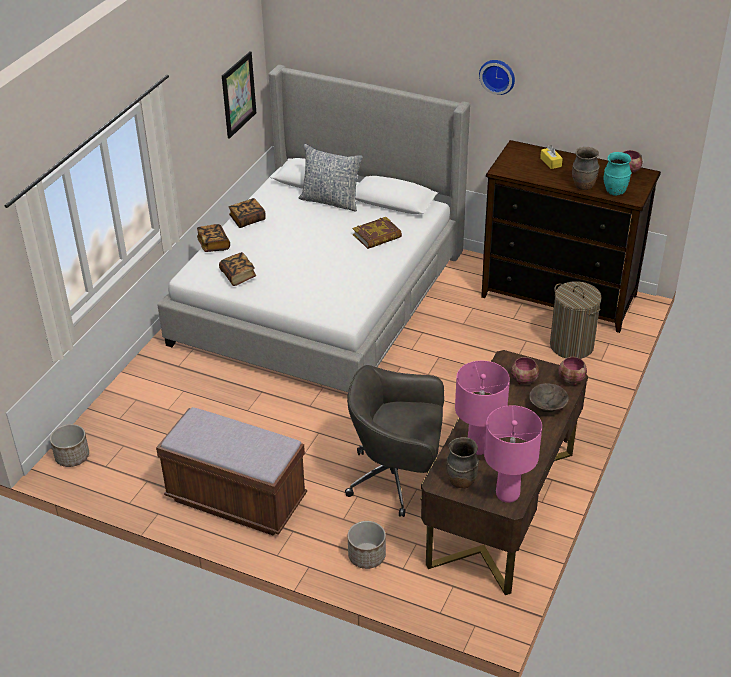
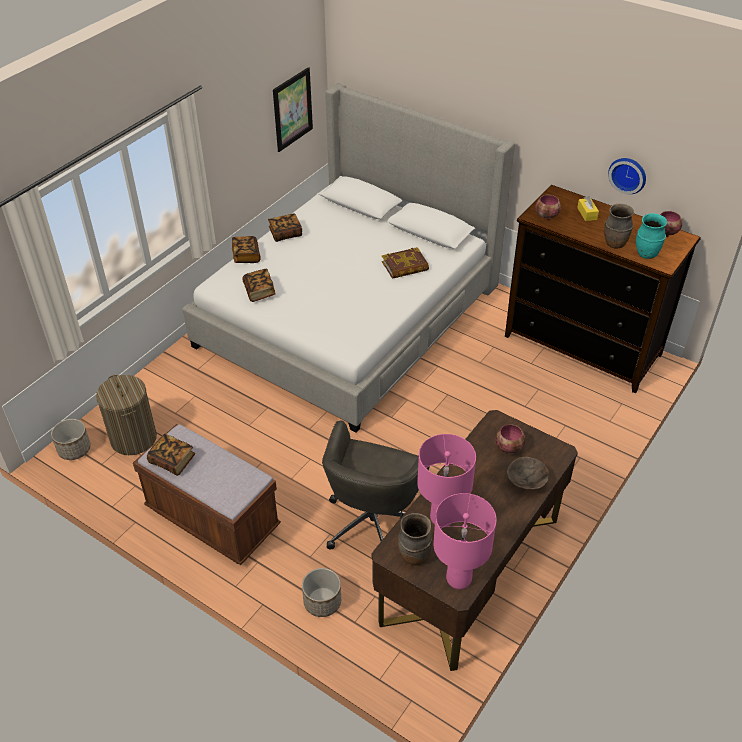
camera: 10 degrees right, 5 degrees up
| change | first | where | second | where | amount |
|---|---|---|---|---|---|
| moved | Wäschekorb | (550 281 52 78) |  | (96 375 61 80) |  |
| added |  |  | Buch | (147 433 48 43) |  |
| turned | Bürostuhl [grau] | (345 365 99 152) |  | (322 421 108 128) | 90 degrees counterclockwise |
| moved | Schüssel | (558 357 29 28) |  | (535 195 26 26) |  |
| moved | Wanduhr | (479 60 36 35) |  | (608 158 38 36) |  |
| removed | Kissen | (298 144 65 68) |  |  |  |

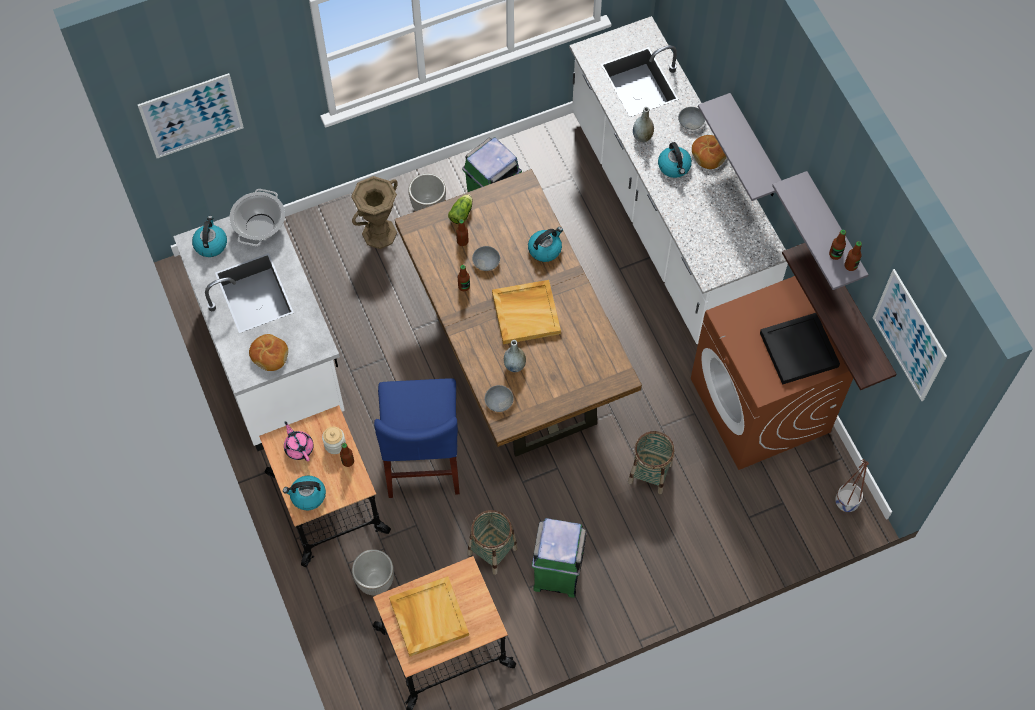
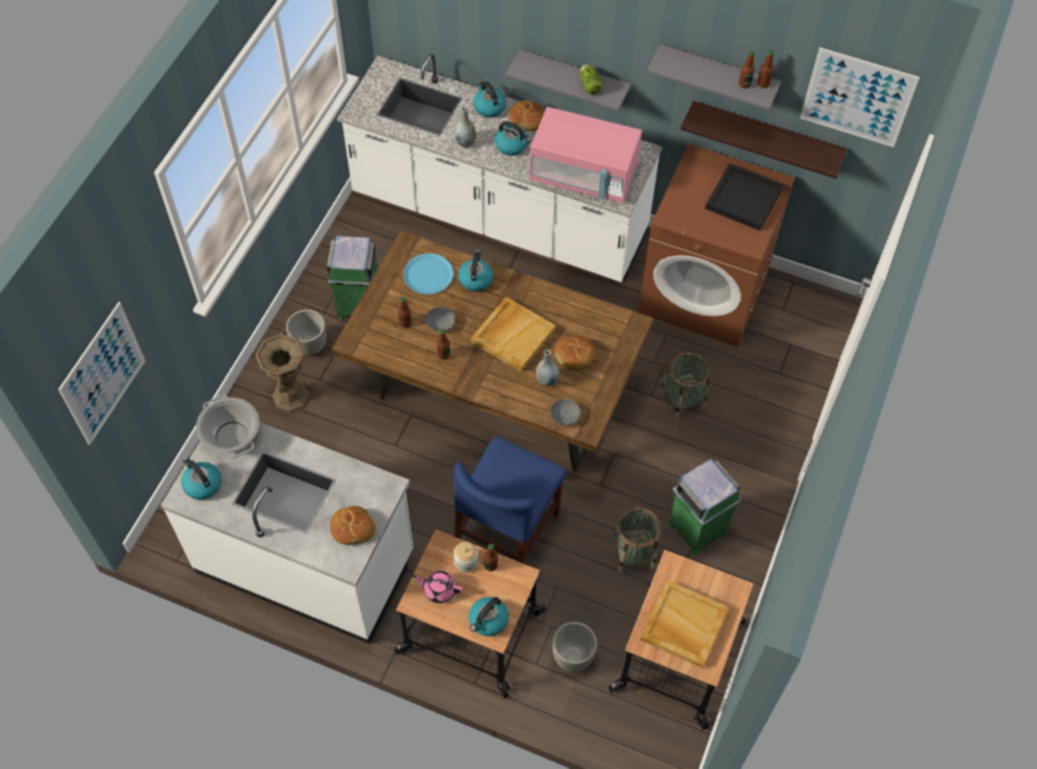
camera: 45 degrees left, 5 degrees down
| change | first | where | second | where | amount |
|---|---|---|---|---|---|
| added |  |  | Teller [blau] | (403 253 51 41) |  |
| turned | Stuhl [blau] | (374 378 86 120) |  | (454 437 113 127) | 75 degrees clockwise |
| replaced | Schüssel [grau] | (678 107 27 23) | Wasserkessel | (473 81 33 37) |  |
| added |  |  | Mikrowelle [rosa] | (529 107 113 96) |  |
| added |  |  | Brot | (554 336 41 34) |  |
| moved | Salatkopf | (448 194 25 30) |  | (580 65 23 30) |  |
| removed | Pflanzkübel | (835 459 34 53) |  |  |  |

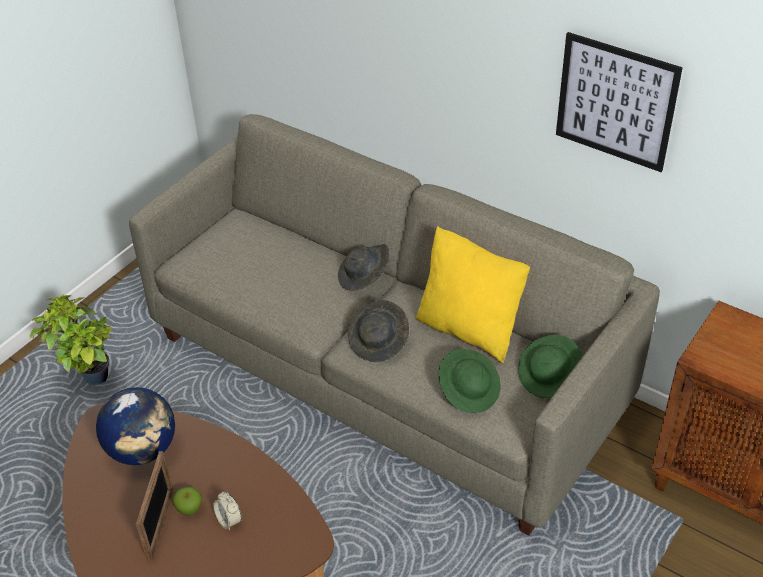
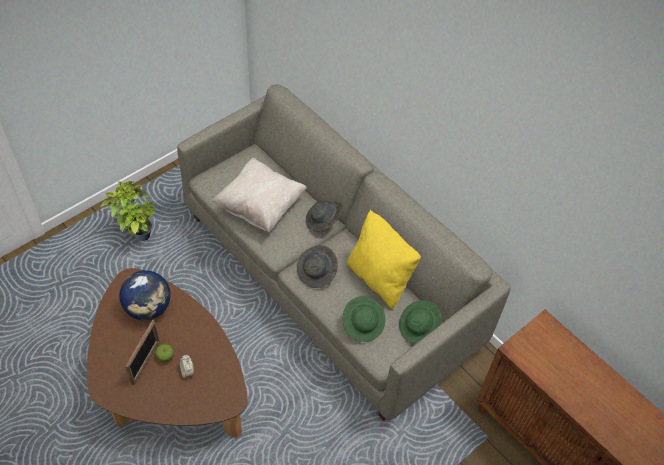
camera: 10 degrees right, 10 degrees up
| change | first | where | second | where | amount |
|---|---|---|---|---|---|
| added |  |  | Kissen [beige] | (211 158 96 74) |  |
| removed | Bild | (556 32 127 140) |  |  |  |

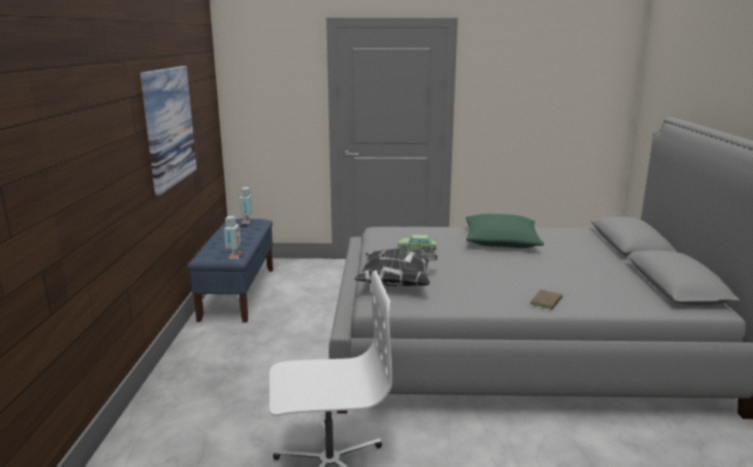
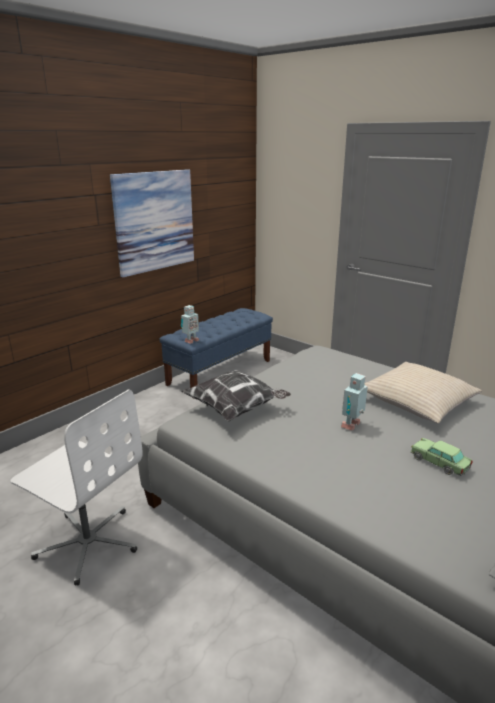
camera: 40 degrees right, 5 degrees up
| change | first | where | second | where | amount |
|---|---|---|---|---|---|
| moved | Spielzeugroboter | (239 187 14 37) |  | (341 373 27 58) |  |
| recoloured | Kissen [grün] | (466 214 78 34) | Kissen [beige] | (364 362 118 62) |  |
| moved | Spielzeugauto | (397 234 40 19) |  | (411 438 62 38) |  |
| removed | Buch [braun] | (530 289 40 20) |  |  |  |

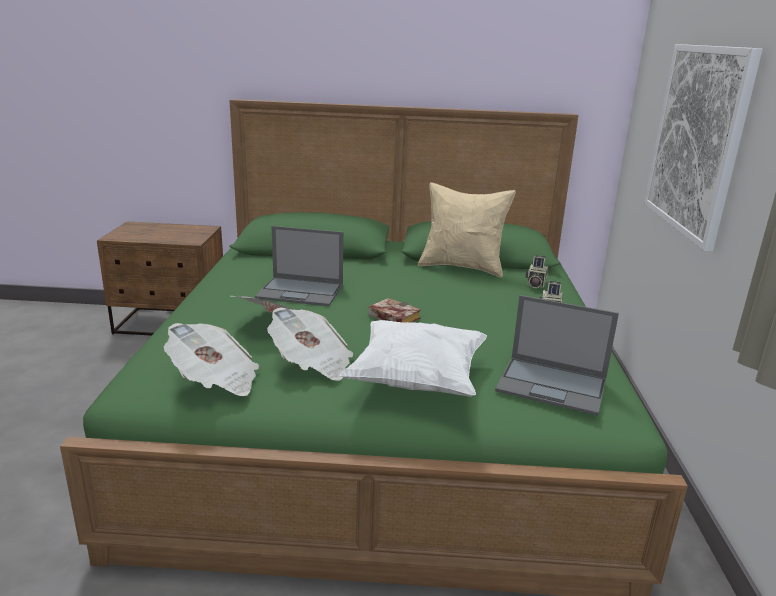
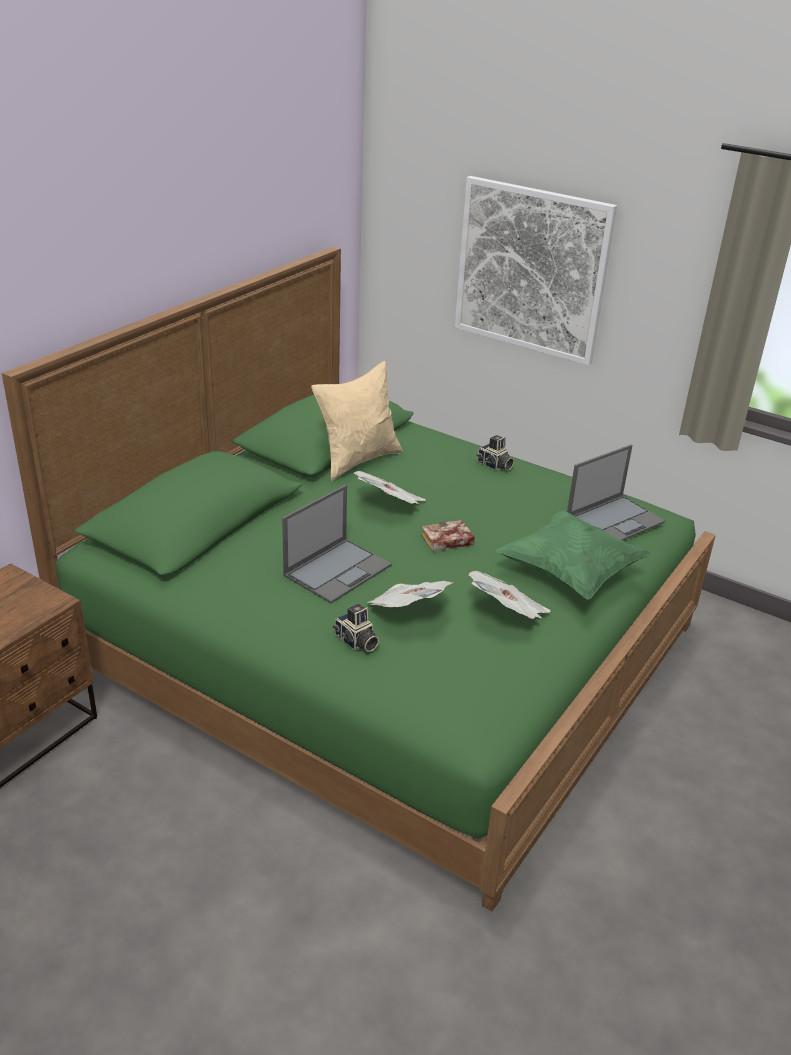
camera: 60 degrees left, 10 degrees up
| change | first | where | second | where | amount |
|---|---|---|---|---|---|
| moved | Kamera | (525 255 23 33) |  | (333 603 46 49) |  |
| moved | Zeitung | (164 323 95 73) |  | (354 471 72 33) |  |
| recoloured | Kissen [weiß] | (340 320 147 77) | Kissen [grün] | (496 510 155 90) |  |

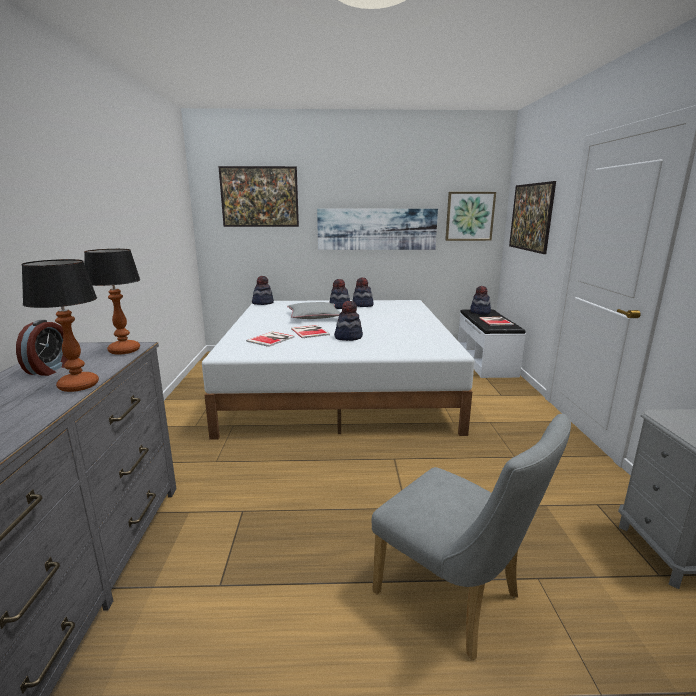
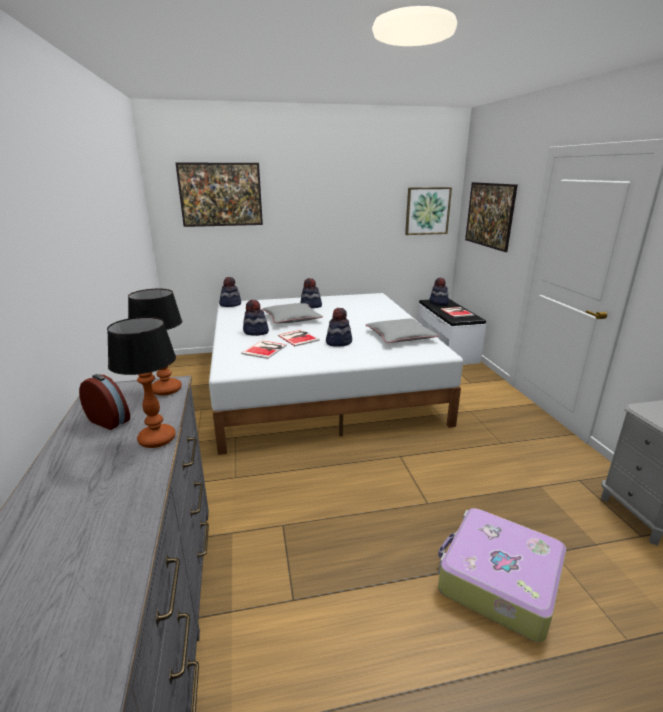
camera: 10 degrees left, 5 degrees up
| change | first | where | second | where | amount |
|---|---|---|---|---|---|
| turned | Wecker | (16 320 52 56) |  | (79 374 51 56) | 60 degrees counterclockwise |
| moved | Hut | (353 278 21 29) |  | (243 300 26 36) |  |
| added |  |  | Kissen [grau] | (366 319 73 24) |  |
| replaced | Stuhl [grau] | (372 414 199 247) | Koffer | (438 508 128 134) |  |
| removed | Bild | (317 209 121 41) |  |  |  |

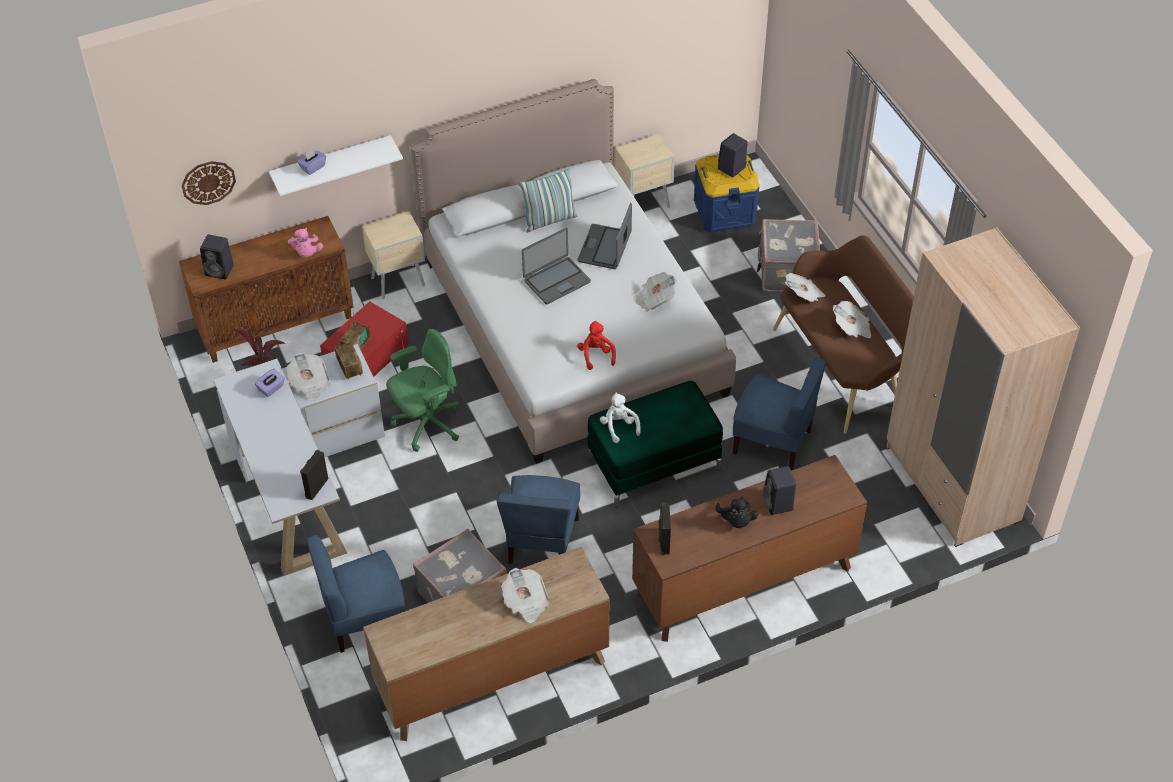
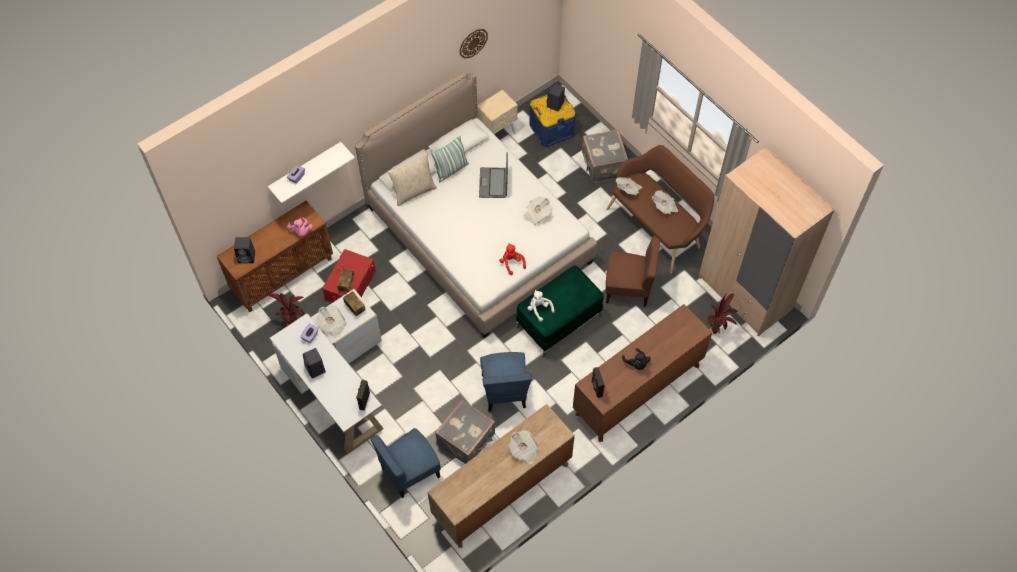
camera: 15 degrees left, 10 degrees up
| change | first | where | second | where | amount |
|---|---|---|---|---|---|
| moved | Lautsprecher [schwarz] | (763 466 33 49) |  | (303 348 23 30) |  |
| added |  |  | Kissen [beige] | (388 153 49 53) |  |
| moved | Wanduhr | (181 161 55 44) |  | (460 29 28 30) |  |
| recoloured | Stuhl [blau] | (733 357 93 113) | Stuhl [braun] | (606 237 54 70) |  |
| added |  |  | Topfpflanze | (707 294 32 41) |  |
| removed | Nachttisch [beige] | (362 211 63 89) |  |  |  |
| removed | Bürostuhl [grün] | (386 329 73 123) |  |  |  |
| removed | Laptop | (522 227 69 77) |  |  |  |

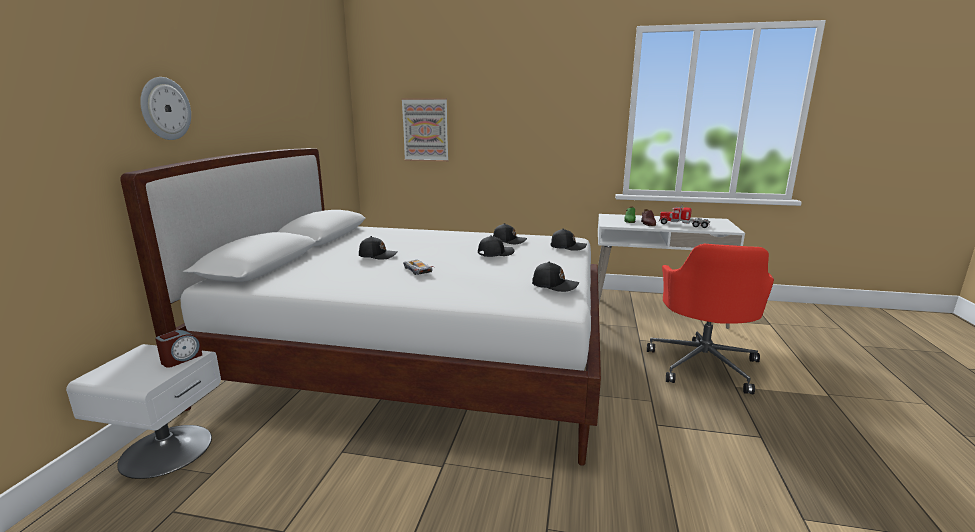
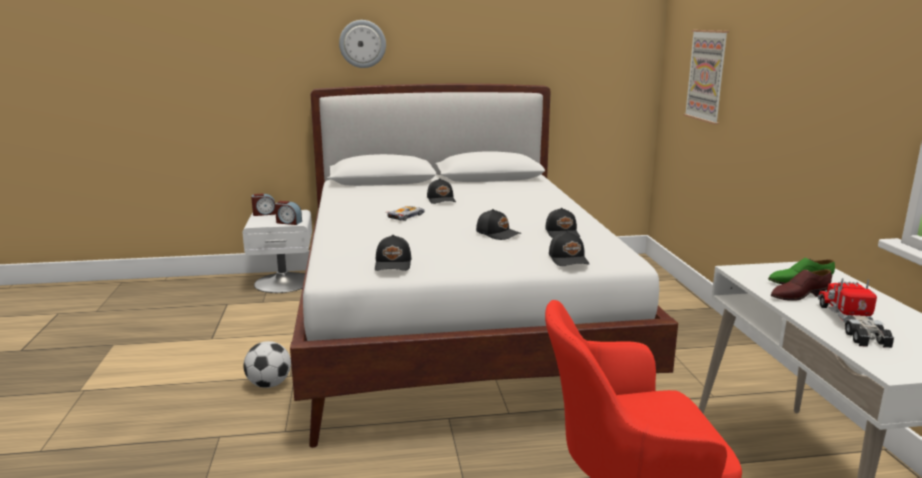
camera: 70 degrees right, 0 degrees up
| change | first | where | second | where | amount |
|---|---|---|---|---|---|
| added |  |  | Fußball | (243 341 48 47) |  |
| added |  |  | Wecker | (251 194 25 22) |  |

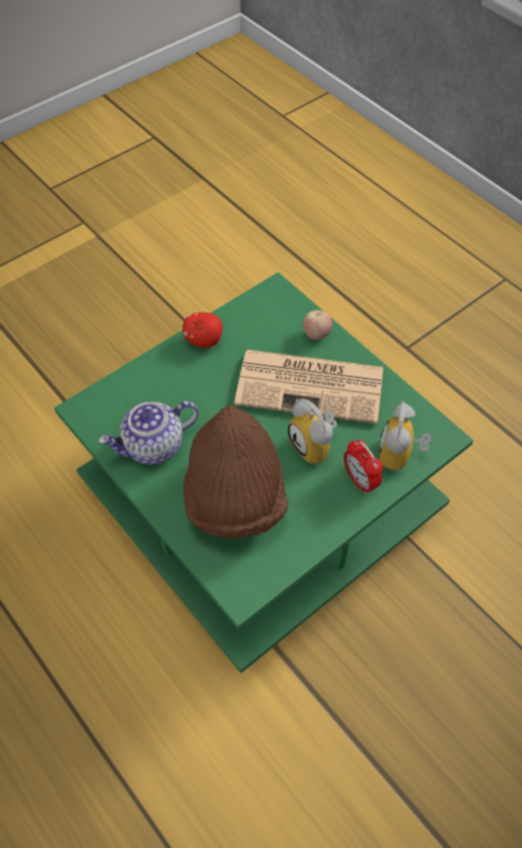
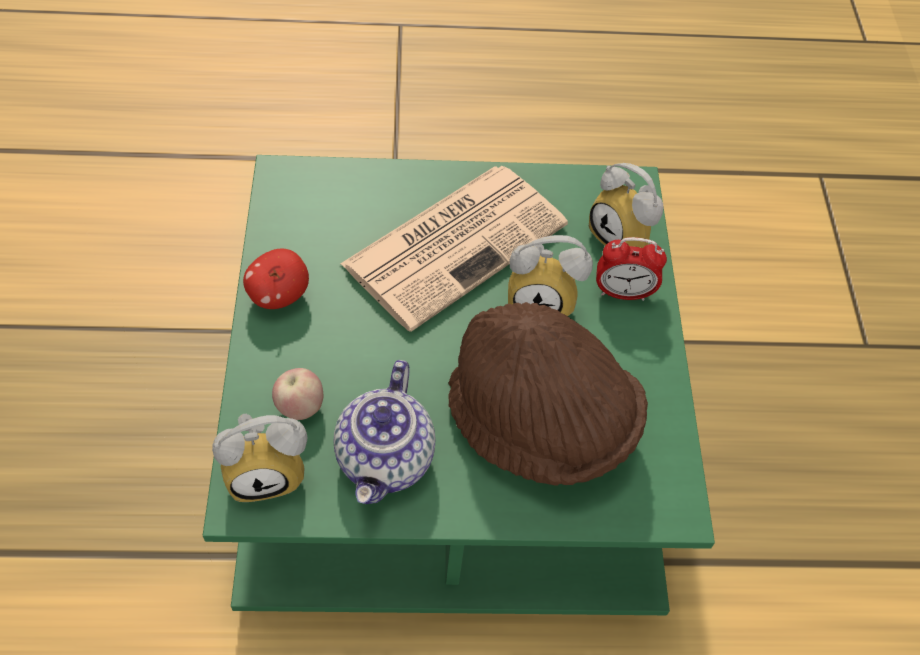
camera: 55 degrees left, 0 degrees up
| change | first | where | second | where | amount |
|---|---|---|---|---|---|
| added |  |  | Wecker | (212 414 96 88) |  |
| moved | Apfel | (303 310 29 30) |  | (272 368 51 52) |  |

